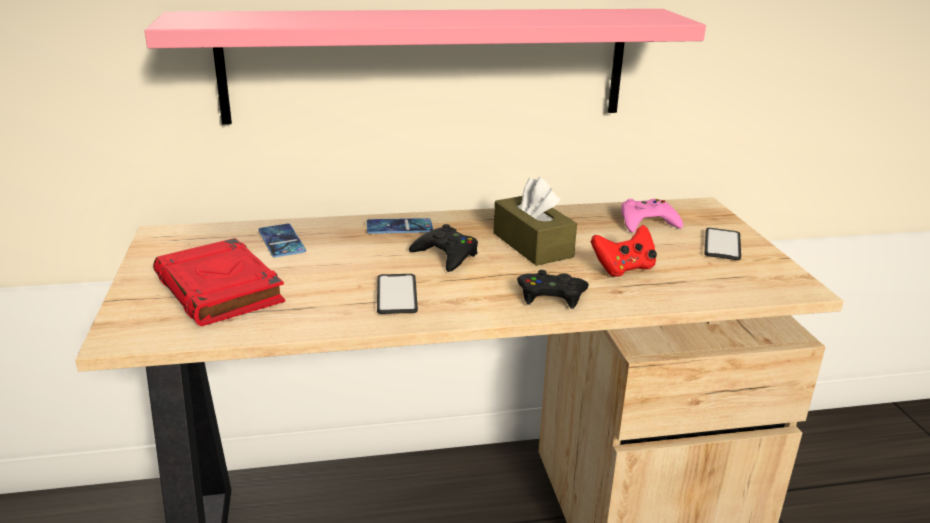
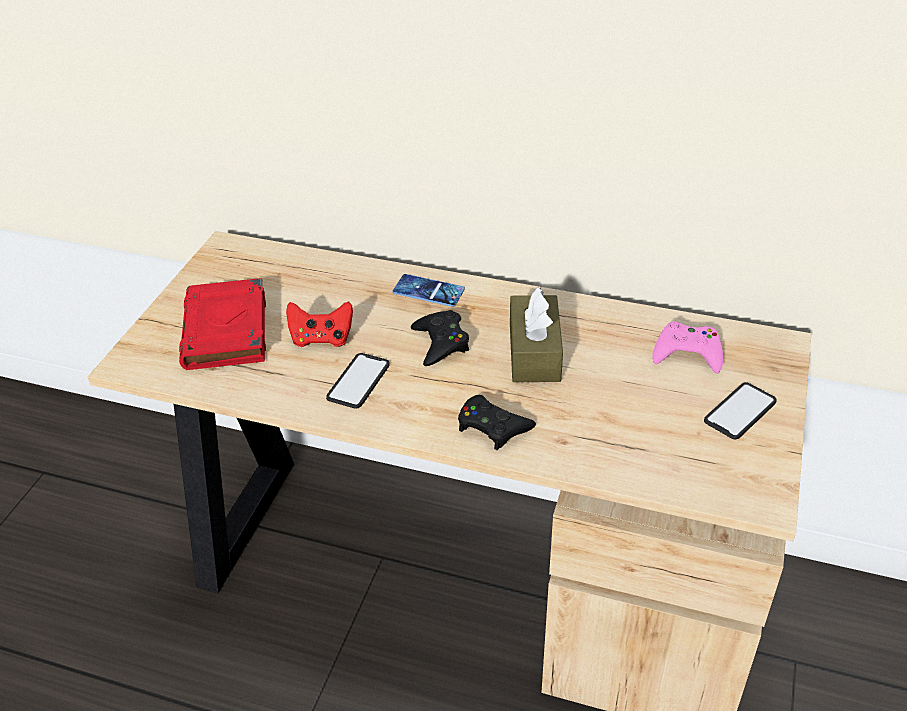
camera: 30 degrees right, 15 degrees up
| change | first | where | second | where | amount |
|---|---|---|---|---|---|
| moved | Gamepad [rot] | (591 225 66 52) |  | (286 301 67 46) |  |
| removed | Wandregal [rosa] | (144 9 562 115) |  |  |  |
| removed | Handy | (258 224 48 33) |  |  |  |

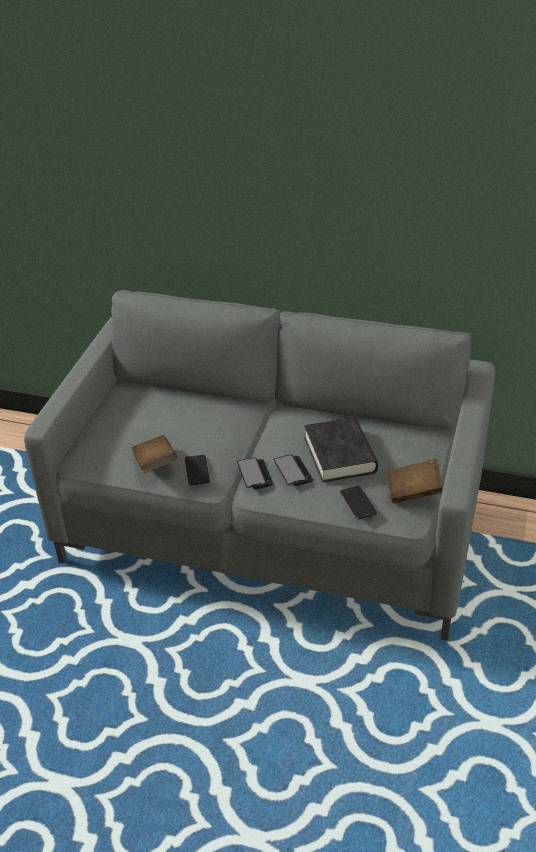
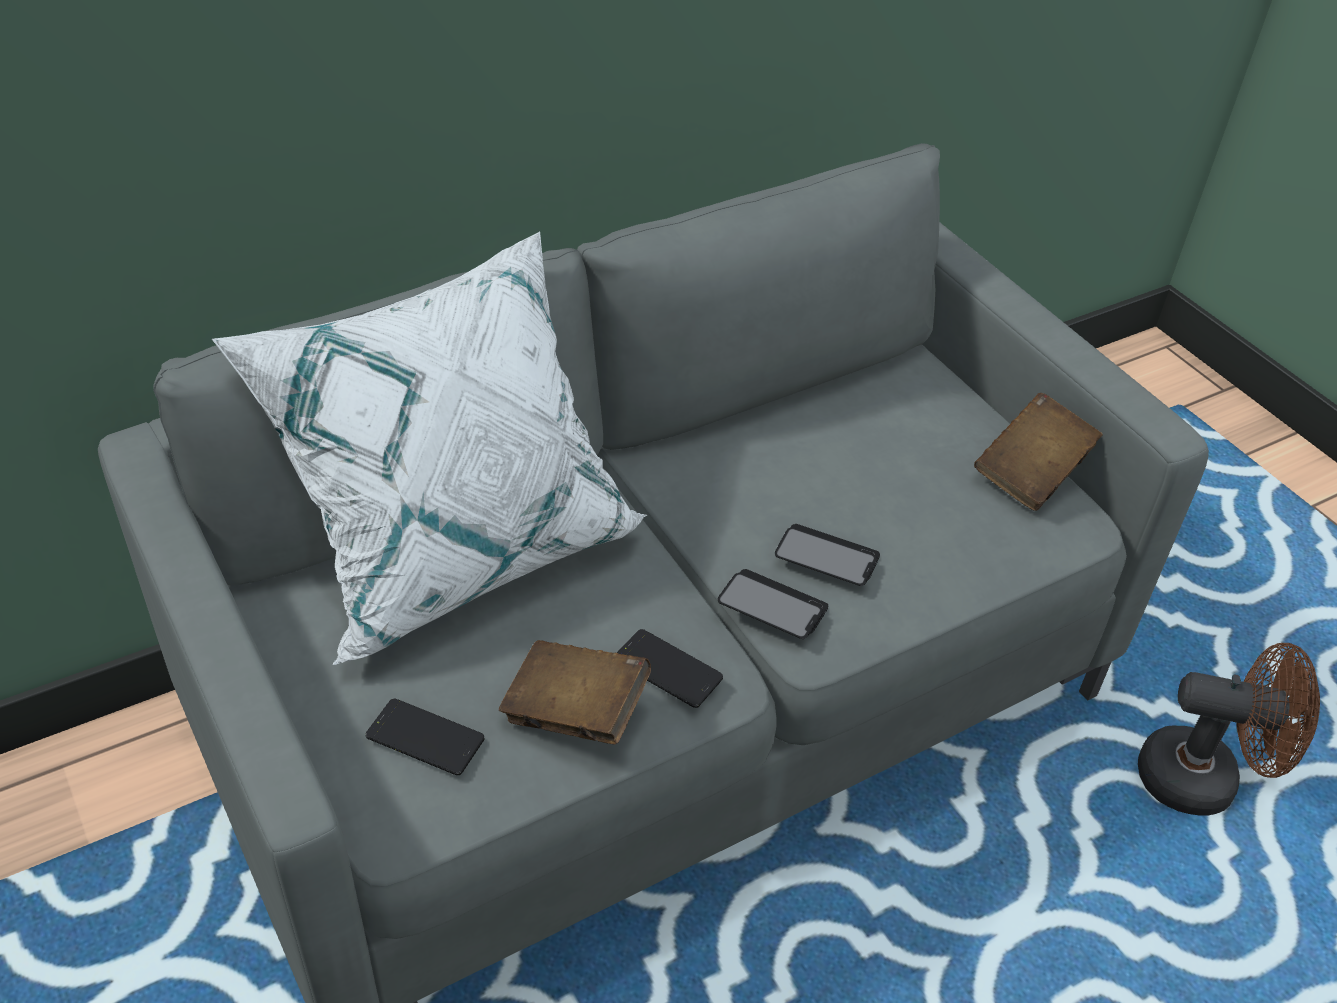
camera: 50 degrees left, 5 degrees up
| change | first | where | second | where | amount |
|---|---|---|---|---|---|
| added |  |  | Kissen [weiß] | (212 232 435 433) |  |
| moved | Handy | (340 486 37 33) |  | (365 699 120 76) |  |
| added |  |  | Ventilator [braun] | (1138 643 182 173) |  |
| removed | Buch [schwarz] | (304 417 74 65) |  |  |  |

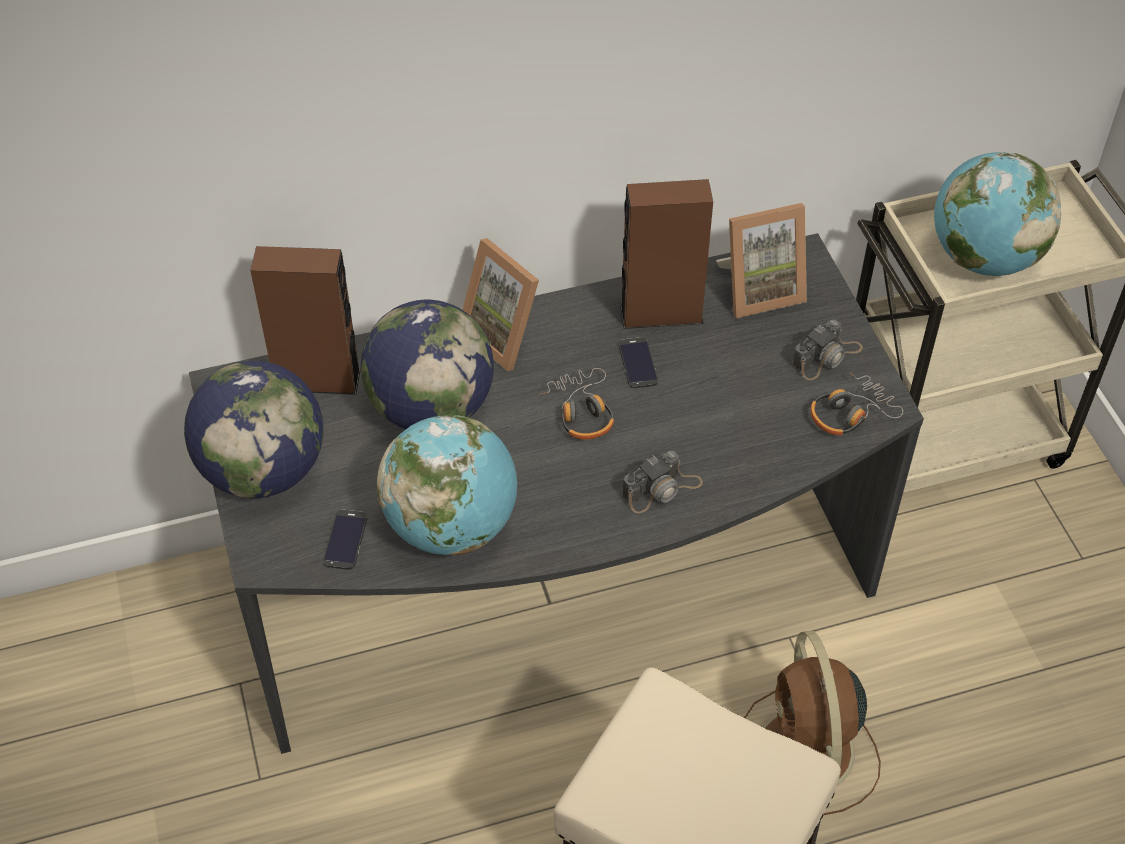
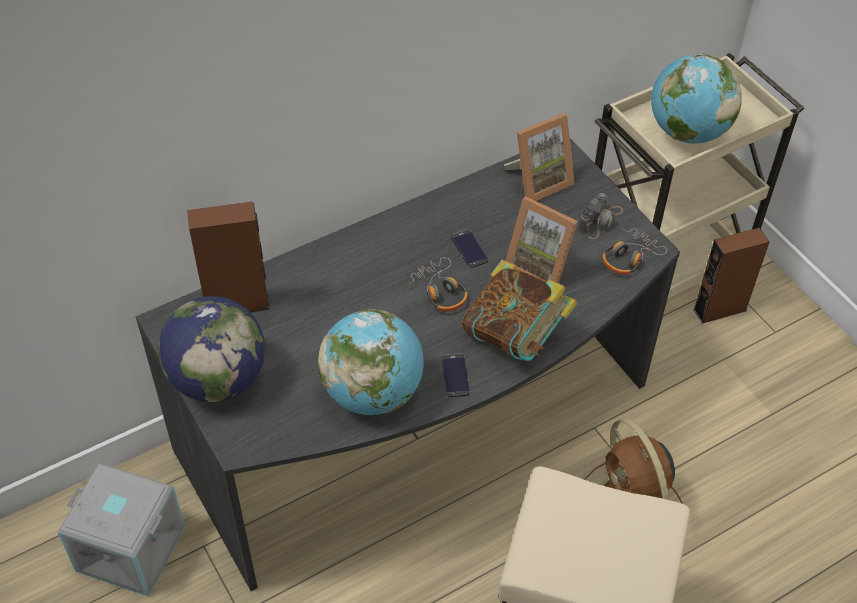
camera: 15 degrees left, 0 degrees up
| change | first | where | second | where | amount |
|---|---|---|---|---|---|
| added |  |  | Aufbewahrungsbox [grau] | (58 463 127 134) |  |
| moved | Handy | (323 510 44 60) |  | (441 353 29 44) |  |
| replaced | Kamera | (622 451 81 62) | Buch | (462 260 115 101) |  |
| moved | Bilderrahmen | (463 238 76 133) |  | (505 197 73 86) |  |
| moved | Lautsprecher [braun] | (620 179 93 150) |  | (693 227 76 97) |  |
| removed | Globus | (361 300 133 129) |  |  |  |

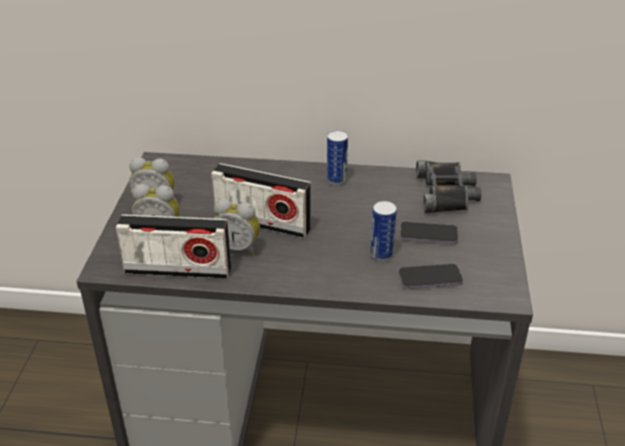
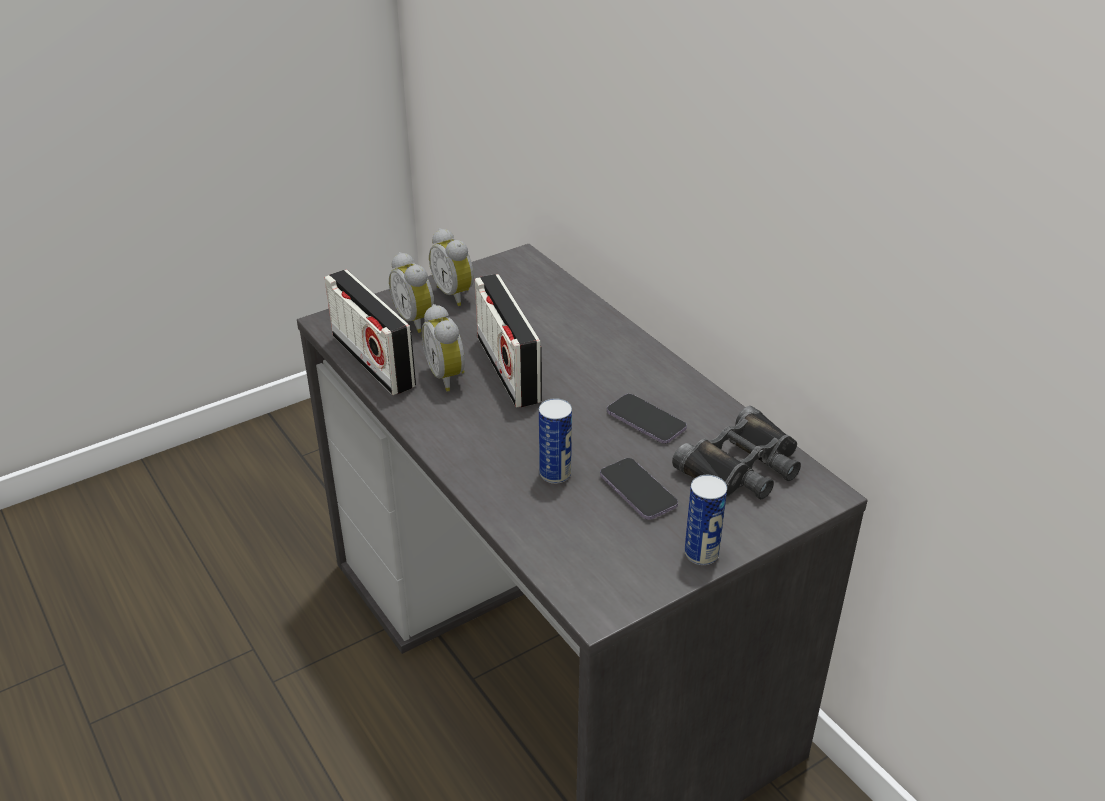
camera: 50 degrees right, 0 degrees up
| change | first | where | second | where | amount |
|---|---|---|---|---|---|
| moved | Handy | (398 264 65 25) |  | (607 394 80 50) |  |
| moved | Dose | (327 130 21 55) |  | (684 475 43 90) |  |

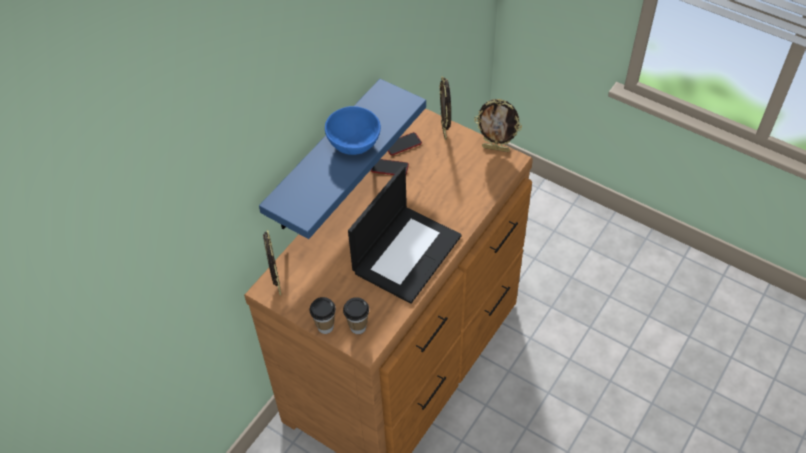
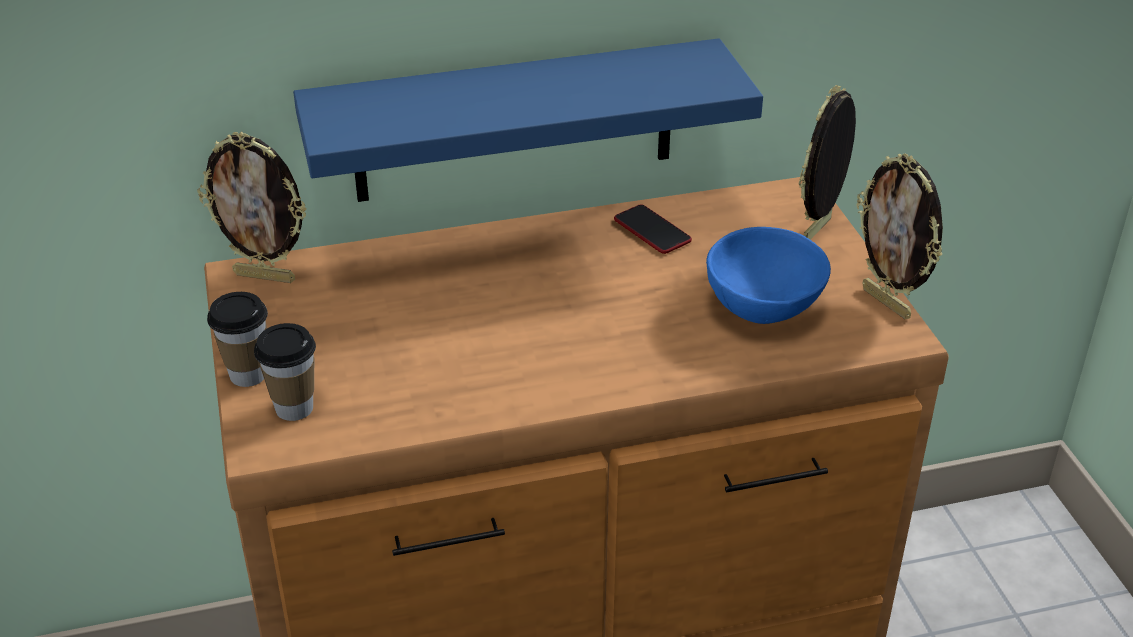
camera: 40 degrees right, 15 degrees down
| change | first | where | second | where | amount |
|---|---|---|---|---|---|
| turned | Bilderrahmen | (263 230 18 66) |  | (197 131 110 152) | 75 degrees clockwise |
| moved | Schüssel [blau] | (325 106 56 49) |  | (706 227 125 97) |  |
| removed | Laptop | (348 166 114 138) |  |  |  |
| removed | Handy | (388 132 34 23) |  |  |  |

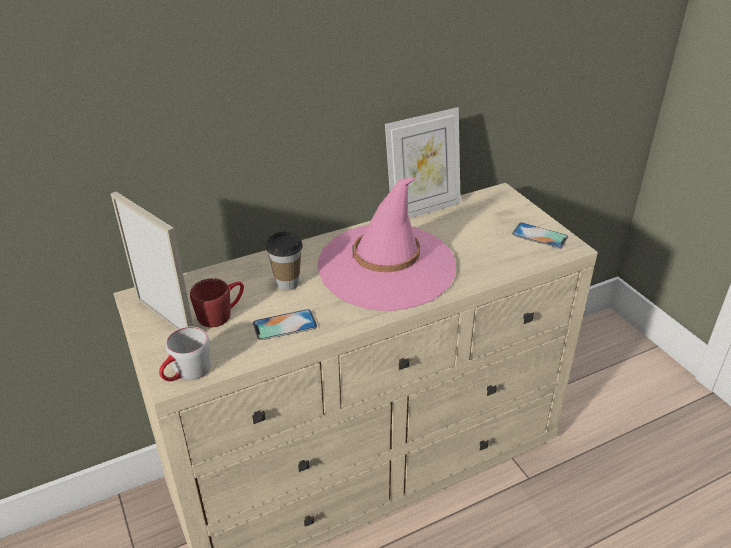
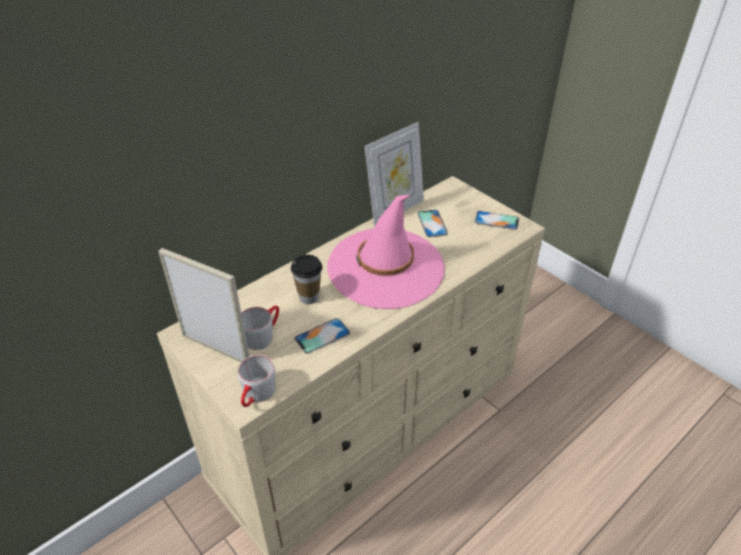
camera: 15 degrees left, 5 degrees up
| change | first | where | second | where | amount |
|---|---|---|---|---|---|
| recoloured | Henkelbecher [rot] | (190 278 54 49) | Henkelbecher [grau] | (241 306 38 44) |  |
| added |  |  | Handy | (417 210 31 27) |  |

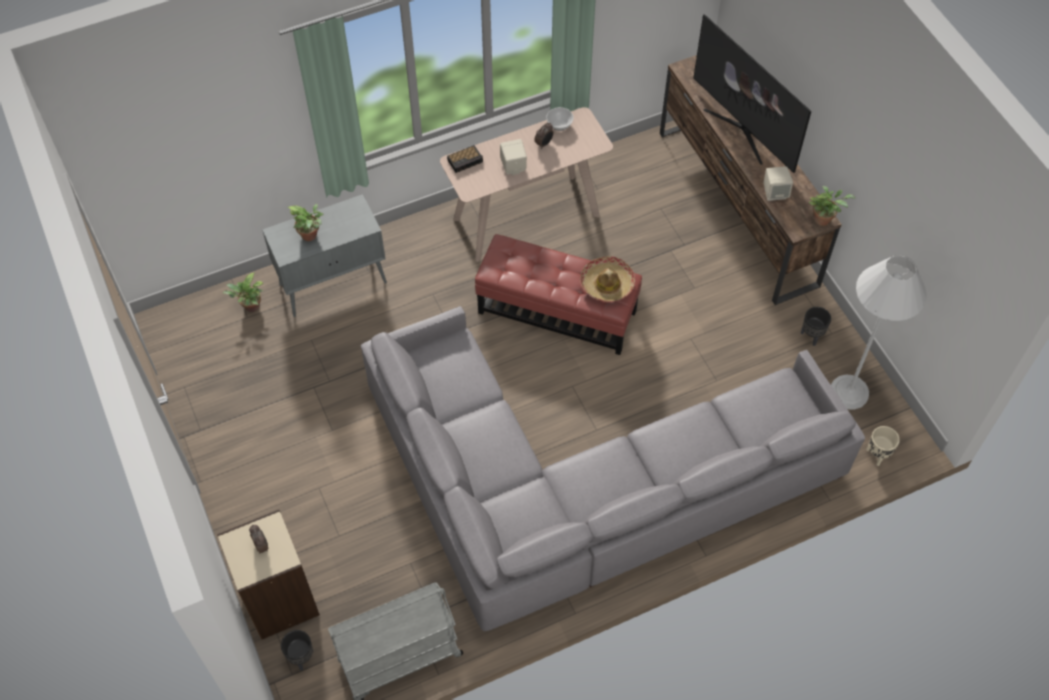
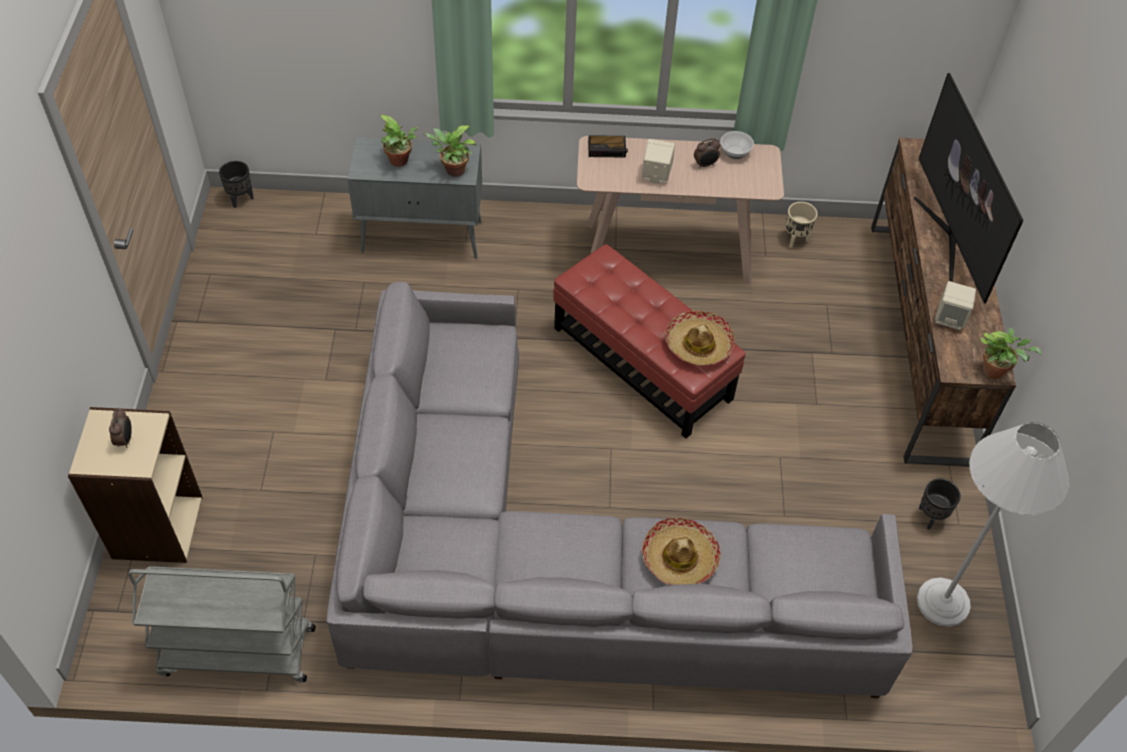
camera: 25 degrees right, 5 degrees down
| change | first | where | second | where | amount |
|---|---|---|---|---|---|
| moved | Pflanzkübel [schwarz] | (281 630 32 40) |  | (219 161 35 47) |  |
| moved | Topfpflanze | (223 272 41 40) |  | (424 125 53 52) |  |
| added |  |  | Hut | (642 517 79 68) |  |
| moved | Pflanzkübel [beige] | (866 426 34 40) |  | (786 202 32 46) |  |

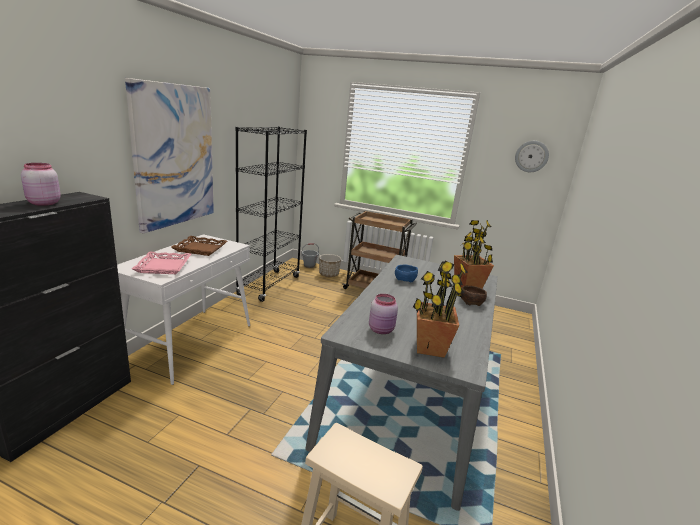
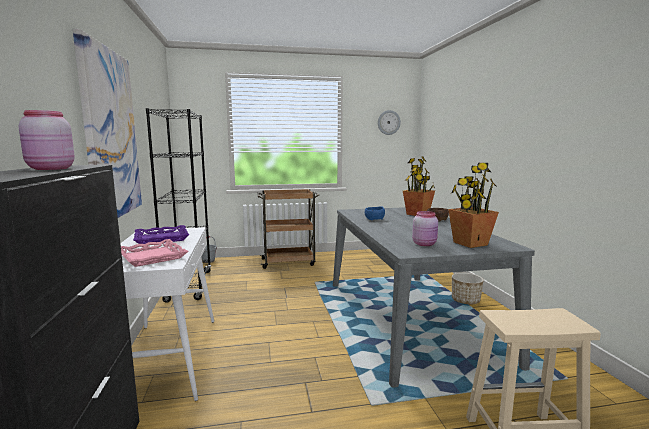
camera: 30 degrees left, 10 degrees down
| change | first | where | second | where | amount |
|---|---|---|---|---|---|
| recoloured | Tablett [braun] | (171 236 56 20) | Tablett [lila] | (133 225 56 19) |  |
| moved | Pflanzkübel | (319 254 22 23) |  | (452 273 32 32) |  |

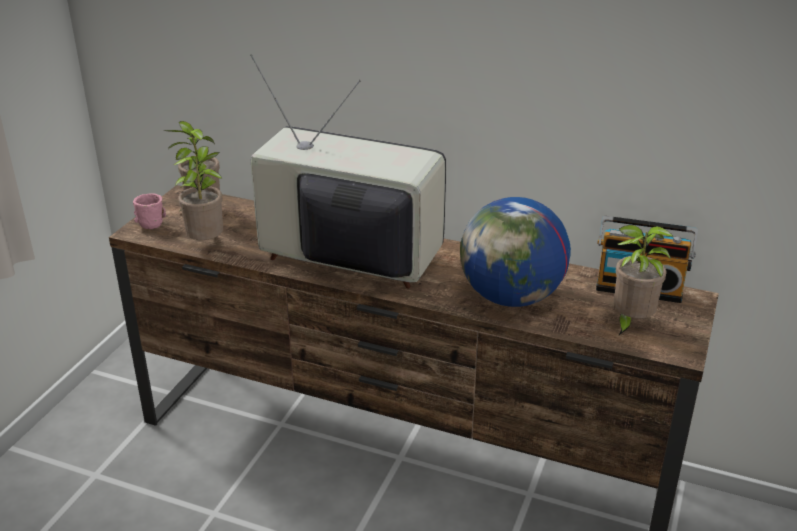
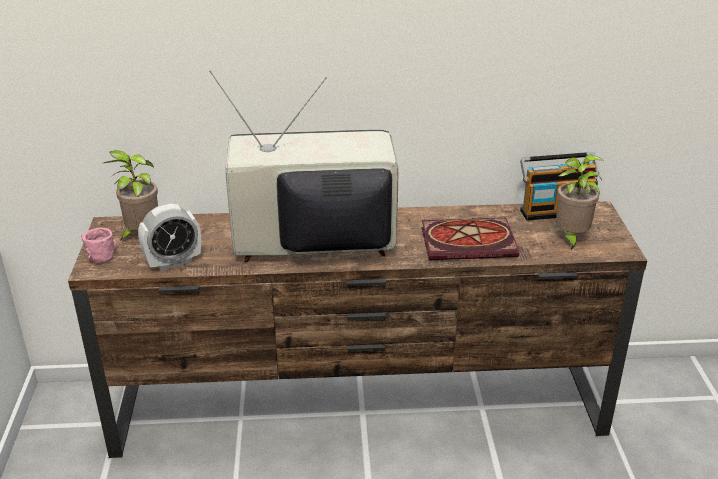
camera: 25 degrees left, 0 degrees up
| change | first | where | second | where | amount |
|---|---|---|---|---|---|
| replaced | Topfpflanze | (174 146 49 94) | Wecker | (138 204 63 67) |  |
| replaced | Globus | (460 197 111 110) | Buch | (422 217 97 43) |  |

